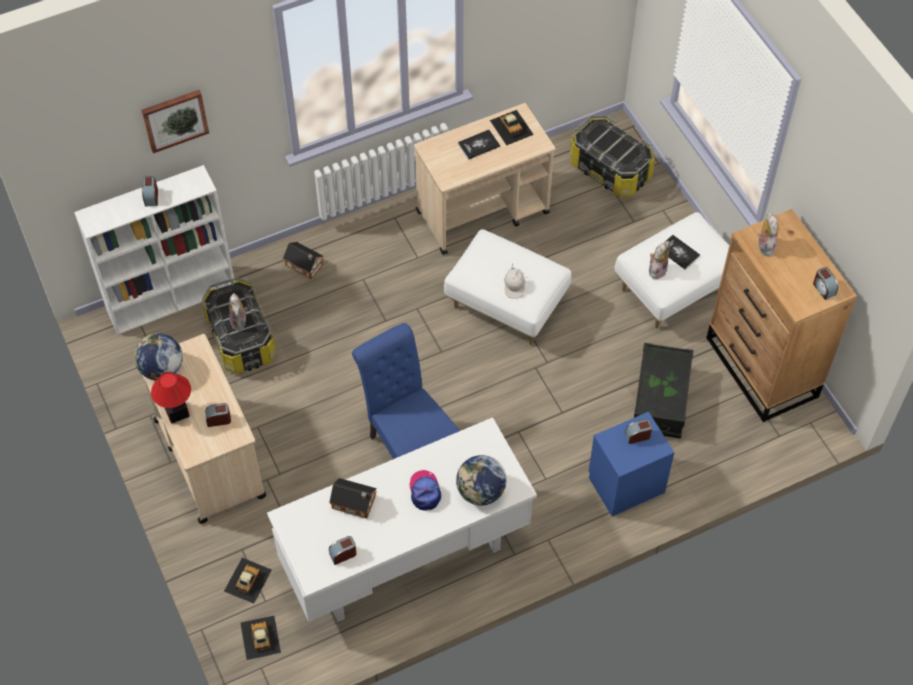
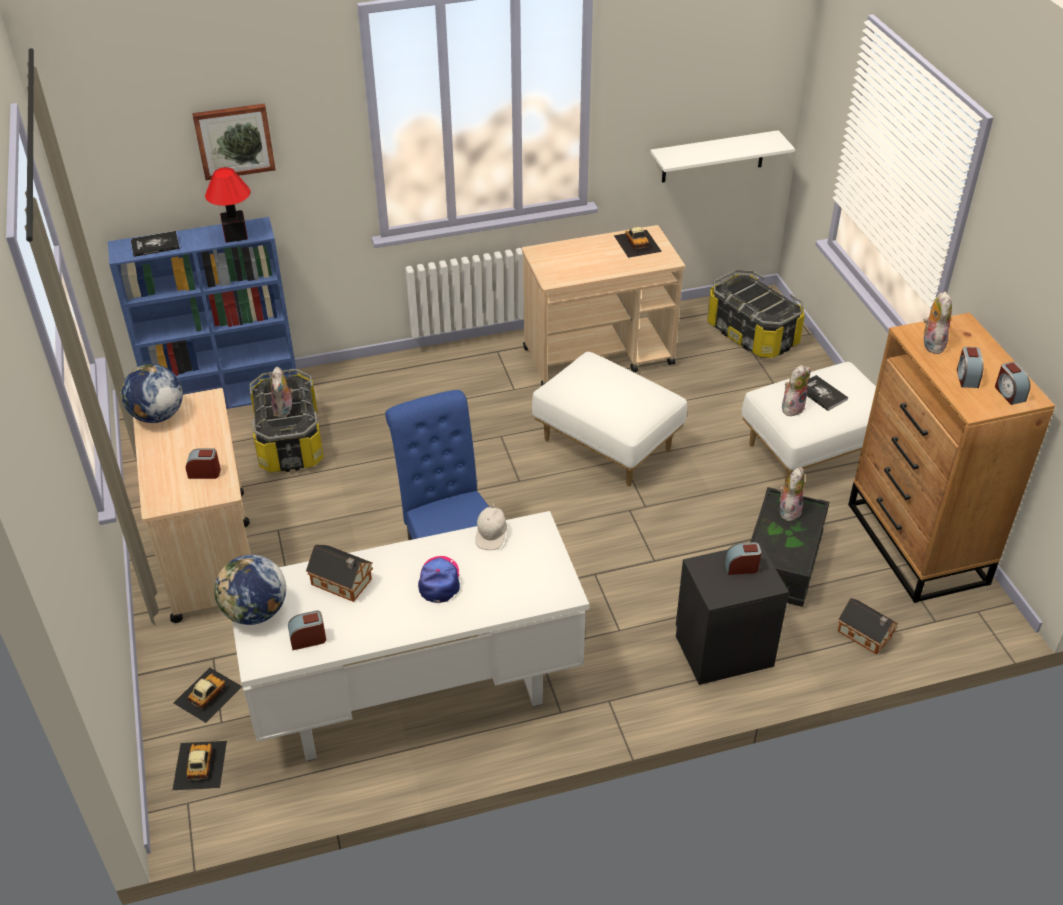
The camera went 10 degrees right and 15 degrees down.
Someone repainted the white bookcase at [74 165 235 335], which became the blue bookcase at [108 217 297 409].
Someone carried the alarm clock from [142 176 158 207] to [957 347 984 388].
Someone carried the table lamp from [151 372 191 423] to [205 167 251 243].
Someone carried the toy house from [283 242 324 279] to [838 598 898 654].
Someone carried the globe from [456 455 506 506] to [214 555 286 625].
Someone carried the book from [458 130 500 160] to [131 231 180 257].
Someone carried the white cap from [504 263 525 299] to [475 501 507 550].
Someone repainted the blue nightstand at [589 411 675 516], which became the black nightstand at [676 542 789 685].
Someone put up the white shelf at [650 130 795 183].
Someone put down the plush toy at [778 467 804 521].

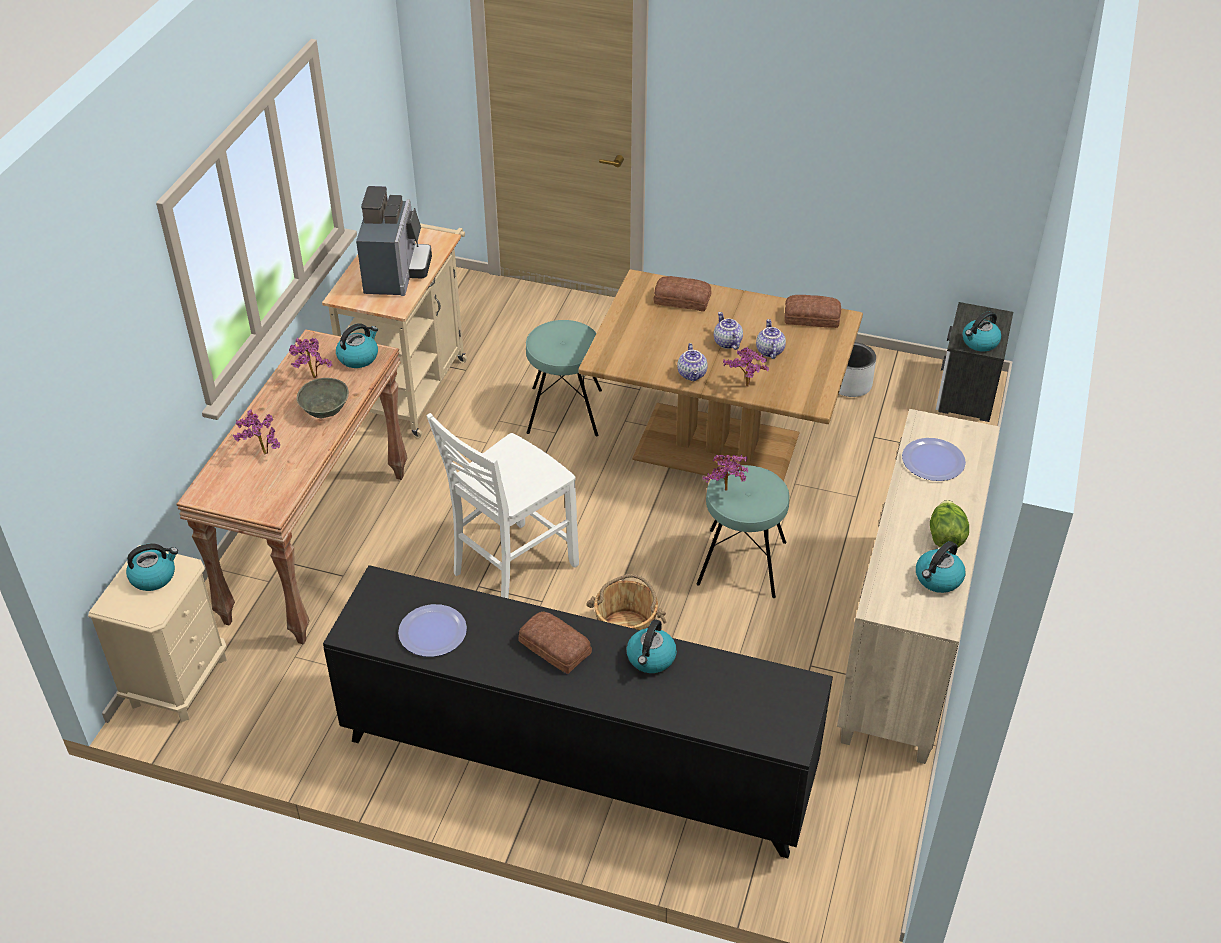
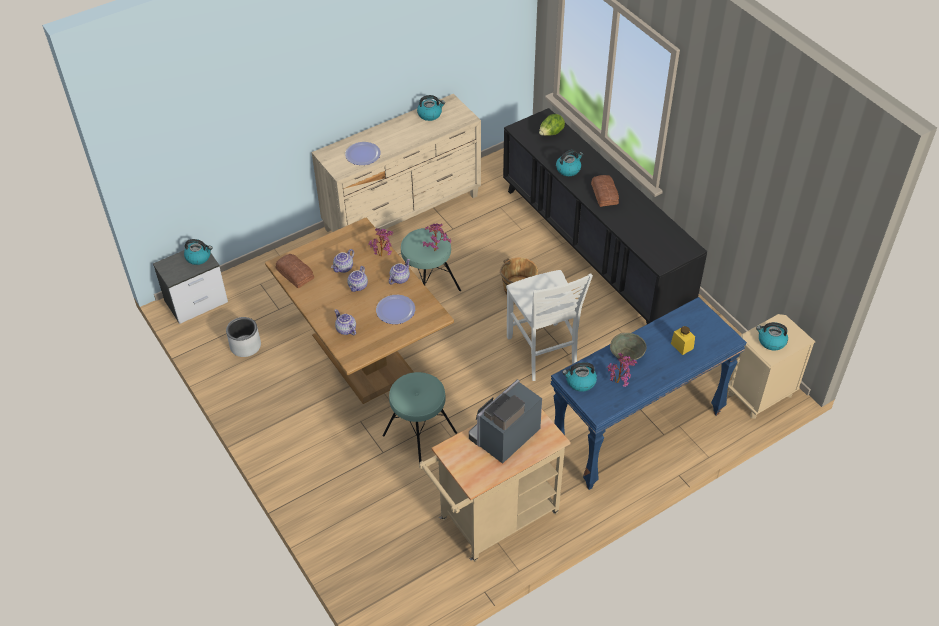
The camera went 140 degrees left and 5 degrees up.
Someone repainted the brown console table at [176 329 408 644], which became the blue console table at [550 297 747 490].
Someone swapped the potted plant at [233 409 280 455] for the yellow jar at [671 326 695 355].
Someone carried the plate from [398 604 467 657] to [376 295 415 324].
Someone rotated the white chair at [426 413 579 598] by 75 degrees clockwise.
Someone swapped the bread at [653 276 712 311] for the teapot at [335 309 356 335].
Someone carried the lettuce from [930 500 969 550] to [539 114 565 136].

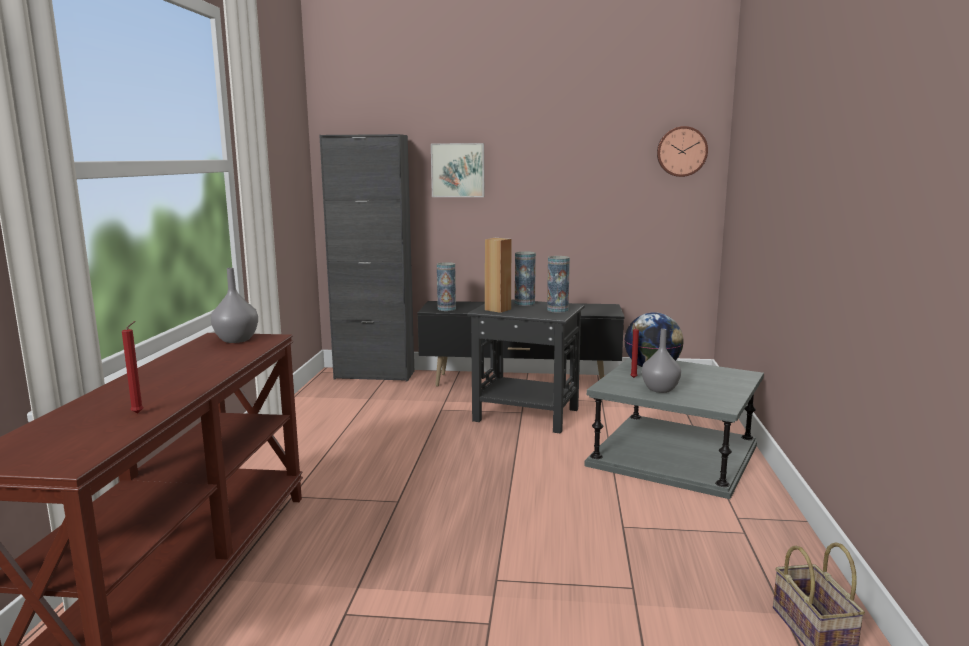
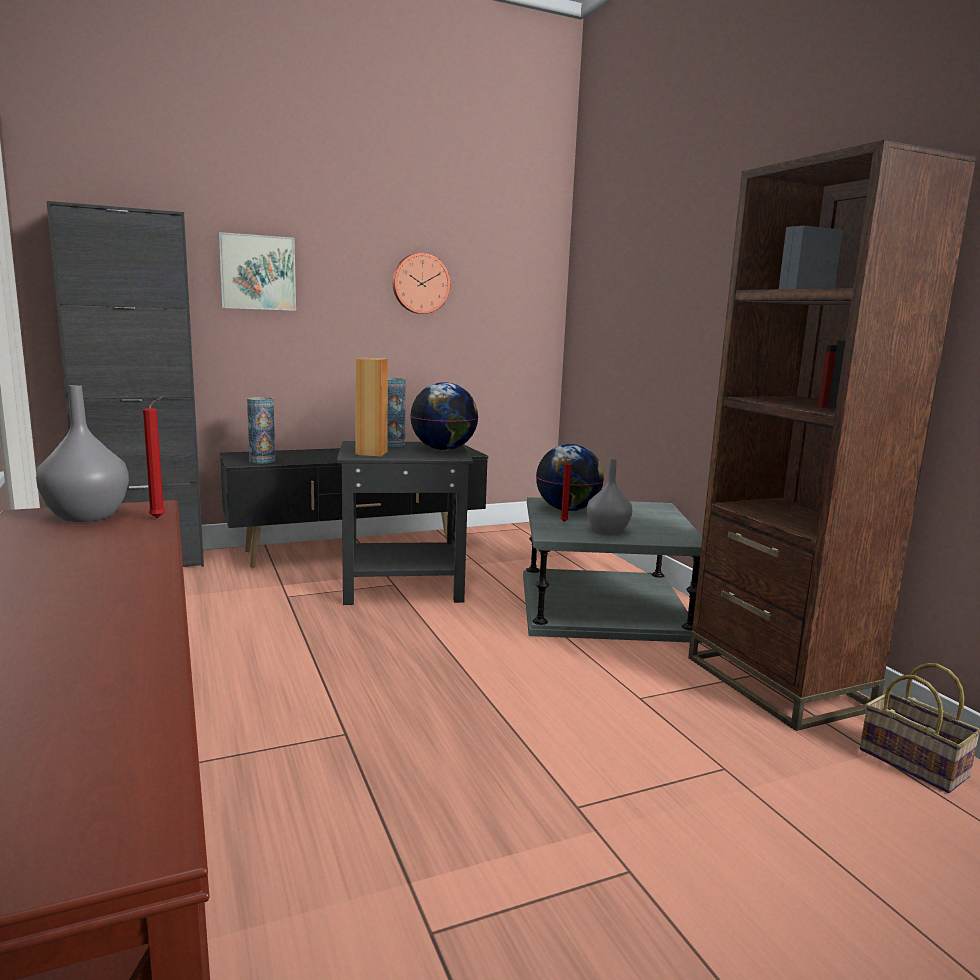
The camera went 30 degrees left and 0 degrees up.
Someone carried the red candle from [122 321 143 414] to [143 396 165 519].
Someone swapped the vase at [547 256 570 313] for the globe at [410 382 478 450].
Someone carried the wall clock from [657 126 708 177] to [392 253 450 314].
Someone put down the brown bookcase at [688 140 977 731].

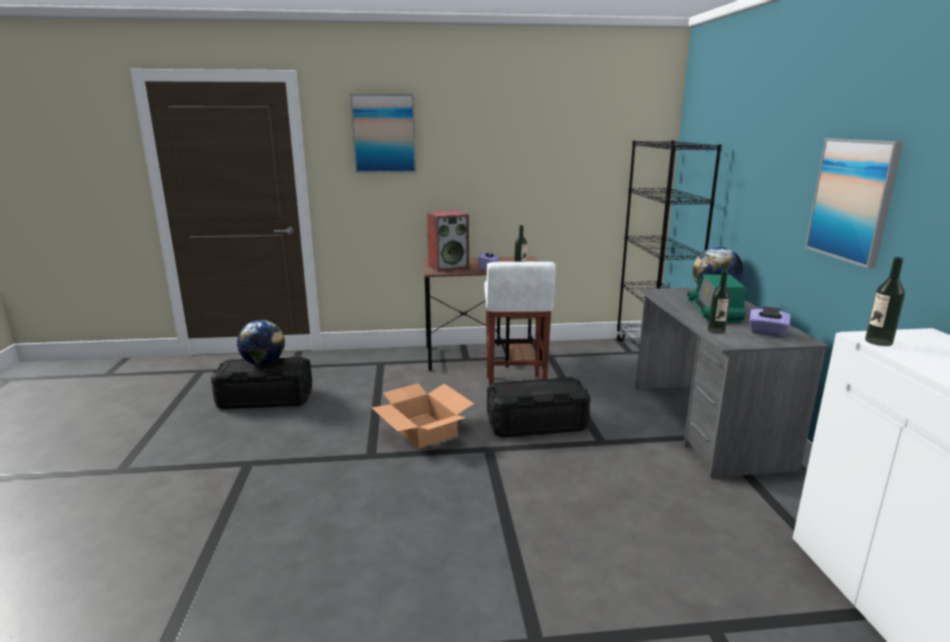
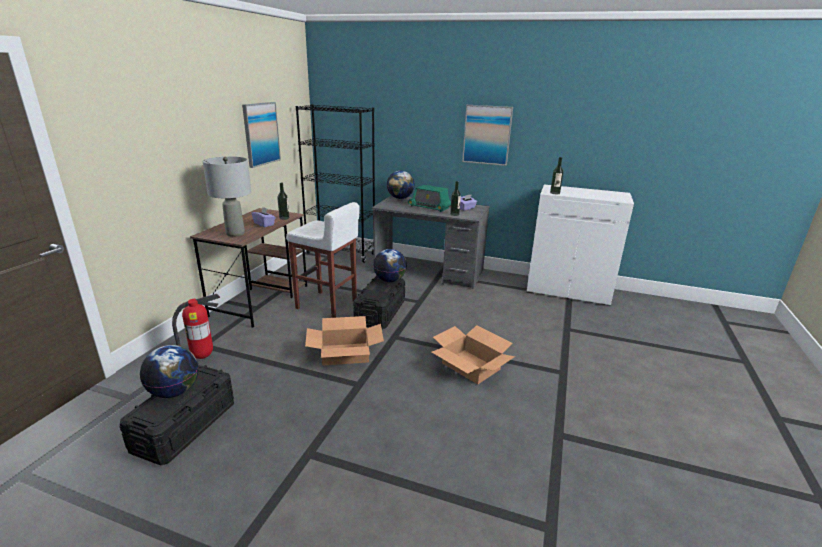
The camera went 65 degrees left and 5 degrees up.
Someone carried the picture from [350 94 416 173] to [242 102 281 168].
Someone swapped the speaker at [427 211 469 272] for the grey table lamp at [202 157 251 237].
Someone put down the fire extinguisher at [172 294 220 359].
Someone put down the globe at [373 249 407 282].
Someone put down the cardboard box at [432 325 515 384].

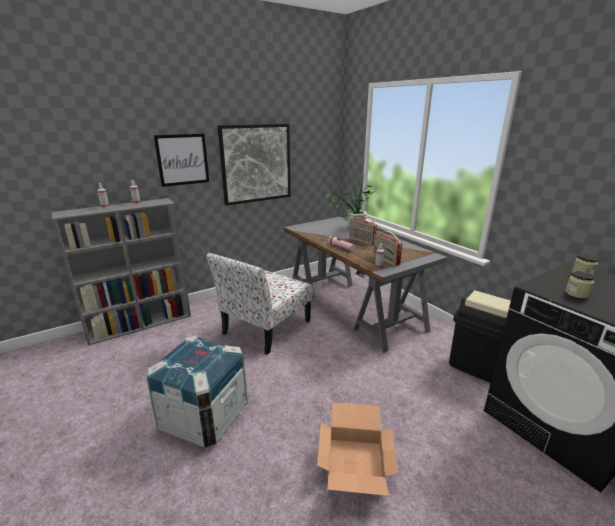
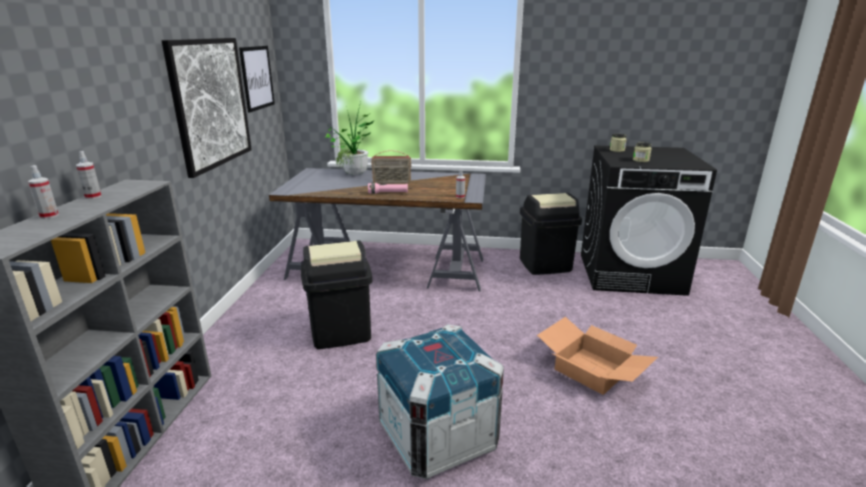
The camera went 50 degrees left and 0 degrees up.
Someone carried the picture from [154 134 209 187] to [239 46 275 113].
Someone swapped the chair at [206 253 313 355] for the black trash can at [301 240 372 349].
Someone took away the radio at [373 231 402 266].

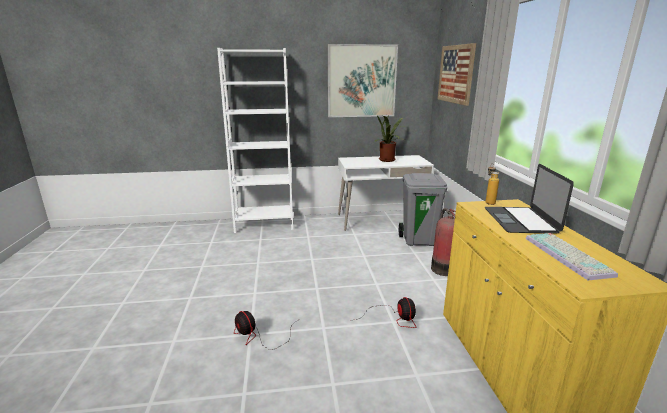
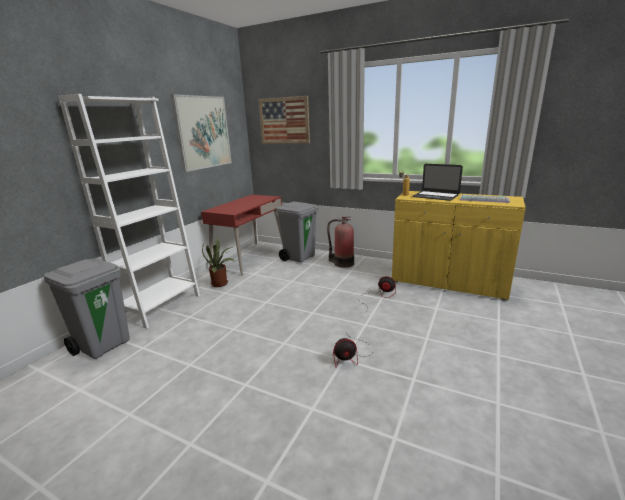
The camera went 55 degrees left and 0 degrees up.
Someone repainted the white desk at [338 155 434 231], which became the red desk at [201 195 282 276].
Someone carried the potted plant from [374 115 404 162] to [202 238 234 287].
Someone put down the grey trash can at [44 258 130 359].

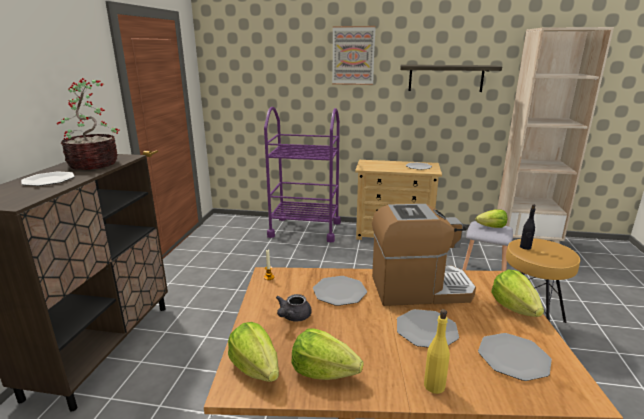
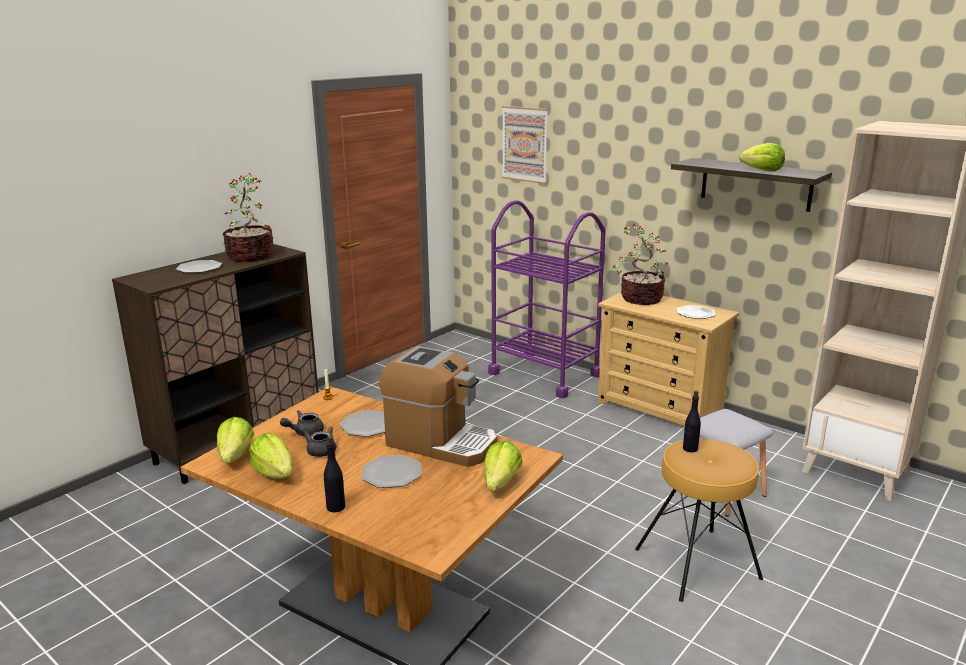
The camera went 30 degrees right and 0 degrees up.
Someone carried the picture from [332 26 376 85] to [502 106 548 184].
Someone repainted the yellow bottle at [424 309 450 394], which became the black bottle at [324 436 345 512].
Someone carried the lettuce from [476 209 507 228] to [739 143 785 172].
Someone took away the plate at [478 333 552 381].
Someone put down the grey teapot at [297 424 336 457].
Someone put down the potted plant at [612 224 668 305].

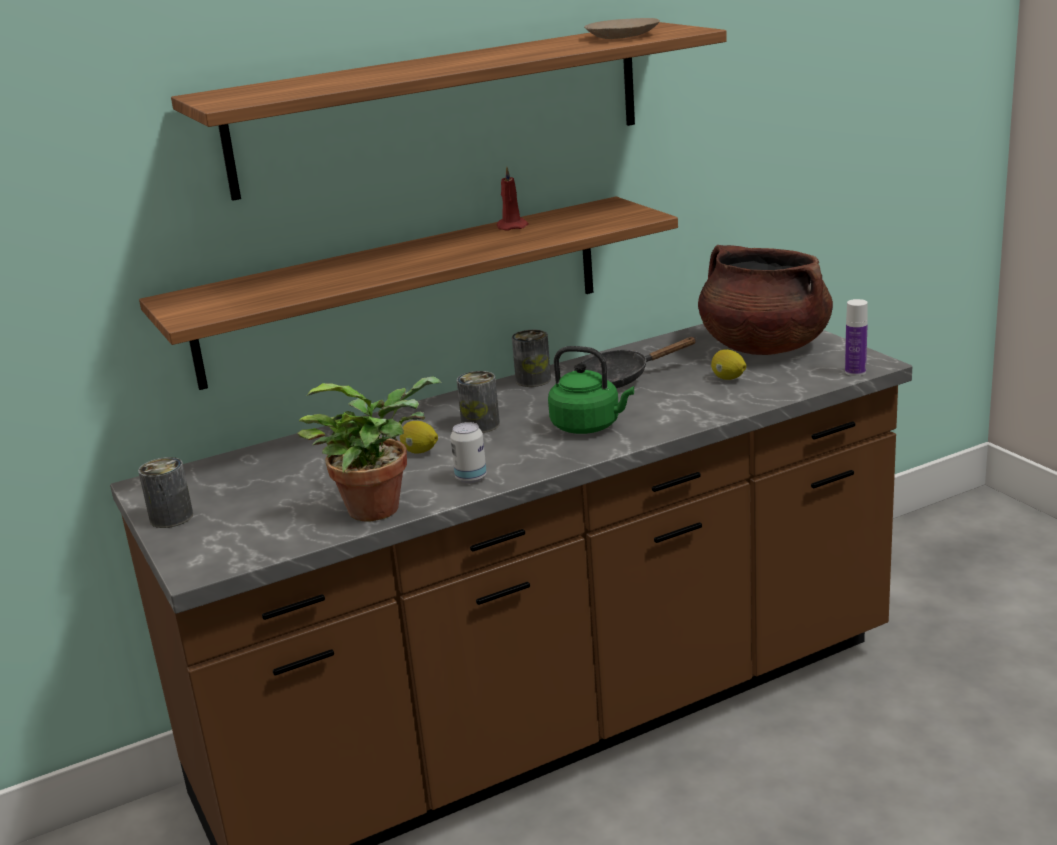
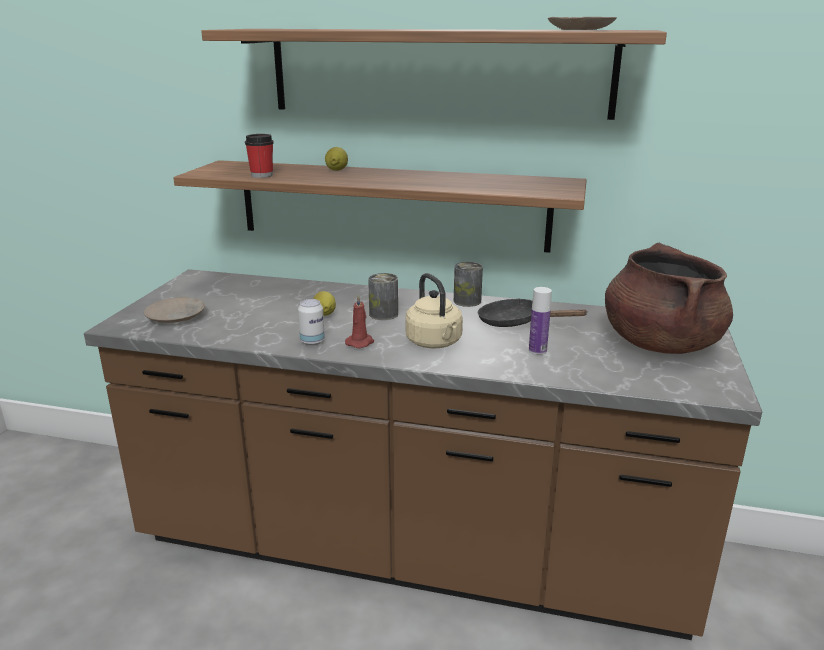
The camera went 40 degrees right and 0 degrees up.
Someone took away the can at [138 457 193 528].
Someone took away the potted plant at [297 376 442 521].
Someone carried the red candle from [497 167 528 230] to [345 294 374 348].
Someone repainted the green kettle at [548 346 634 434], which became the beige kettle at [405 273 463 348].
Someone carried the lemon from [711 350 746 380] to [325 147 348 171].
Someone carried the bottle from [845 299 868 376] to [529 287 552 355].
Someone put down the beige plate at [144 297 205 323].
Someone put down the cup at [245 134 274 178].

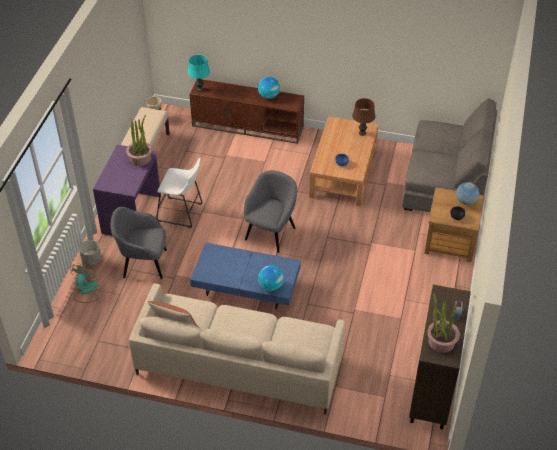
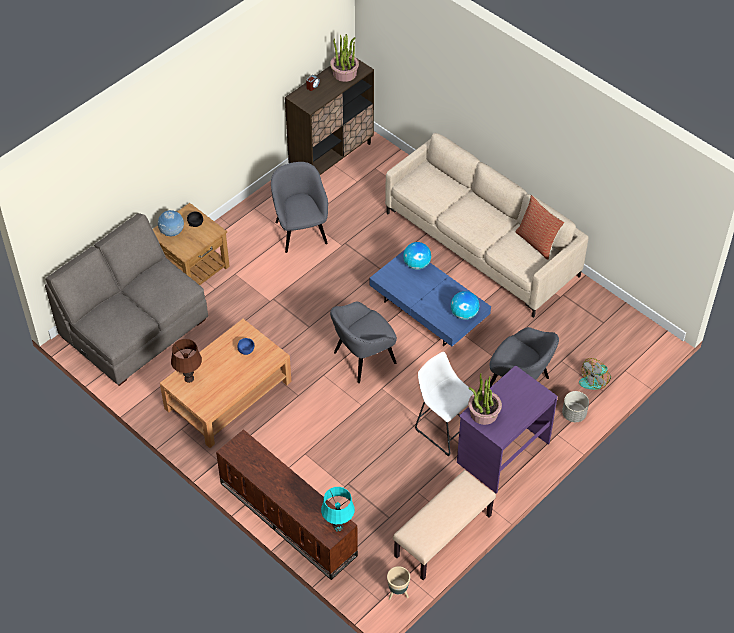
The camera went 150 degrees left and 5 degrees up.
Someone carried the globe from [258 77 280 99] to [451 291 479 320].
Someone put down the grey armchair at [271 162 328 253].

